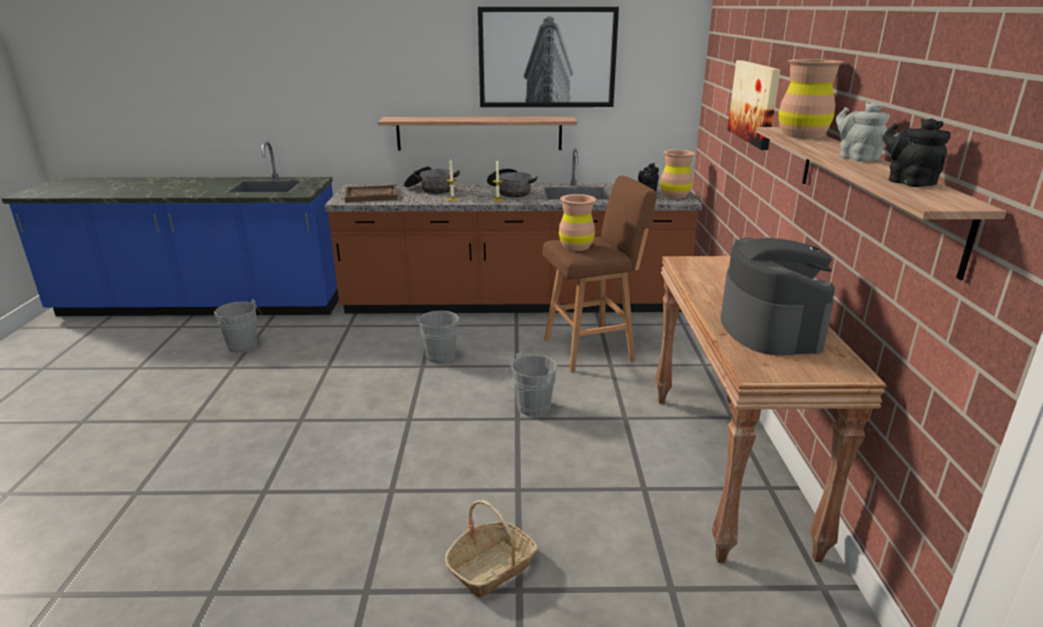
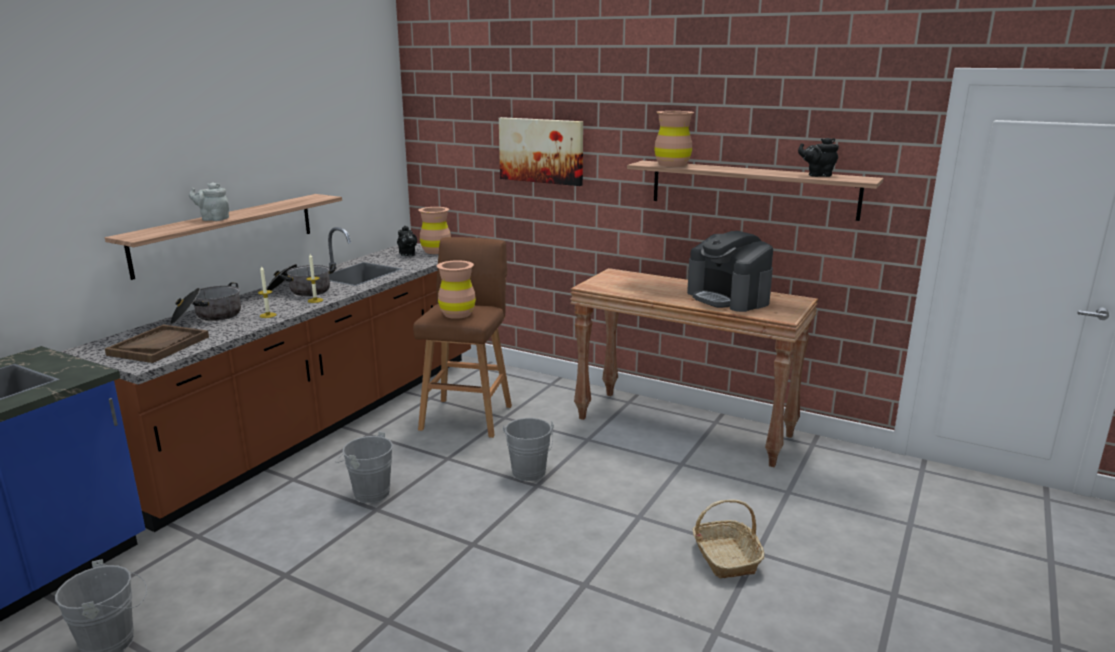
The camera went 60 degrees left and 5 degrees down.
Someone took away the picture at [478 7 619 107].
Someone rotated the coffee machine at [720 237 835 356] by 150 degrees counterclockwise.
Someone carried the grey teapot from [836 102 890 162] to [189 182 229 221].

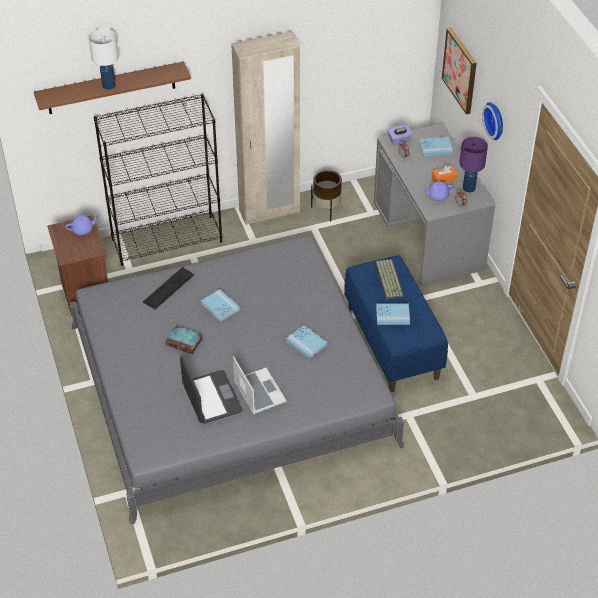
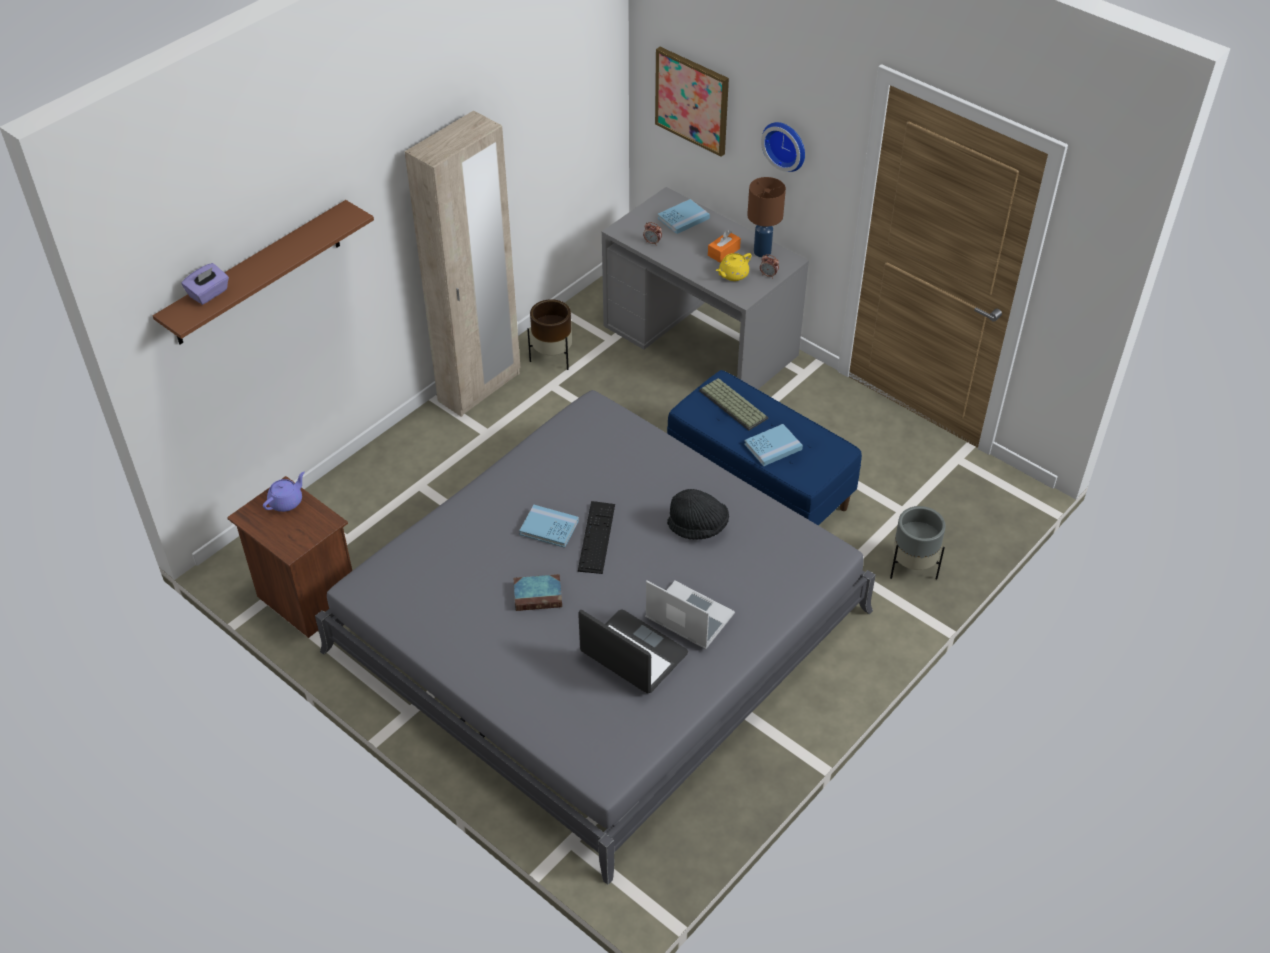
The camera went 30 degrees left and 0 degrees up.
Someone took away the white table lamp at [89 28 119 90].
Someone took away the black bookcase at [94 94 222 266].
Someone carried the keyboard from [143 267 194 309] to [578 501 615 574].
Someone swapped the blue book at [286 325 328 359] for the black hat at [667 489 729 540].
Someone carried the purple tissue box from [387 124 413 145] to [181 263 229 305].
Someone repainted the purple teapot at [421 181 455 201], which became the yellow teapot at [716 253 752 281].
Someone repainted the purple table lamp at [459 137 488 193], which became the brown table lamp at [747 177 786 257].
Someone put down the grey planter at [890 506 946 580].

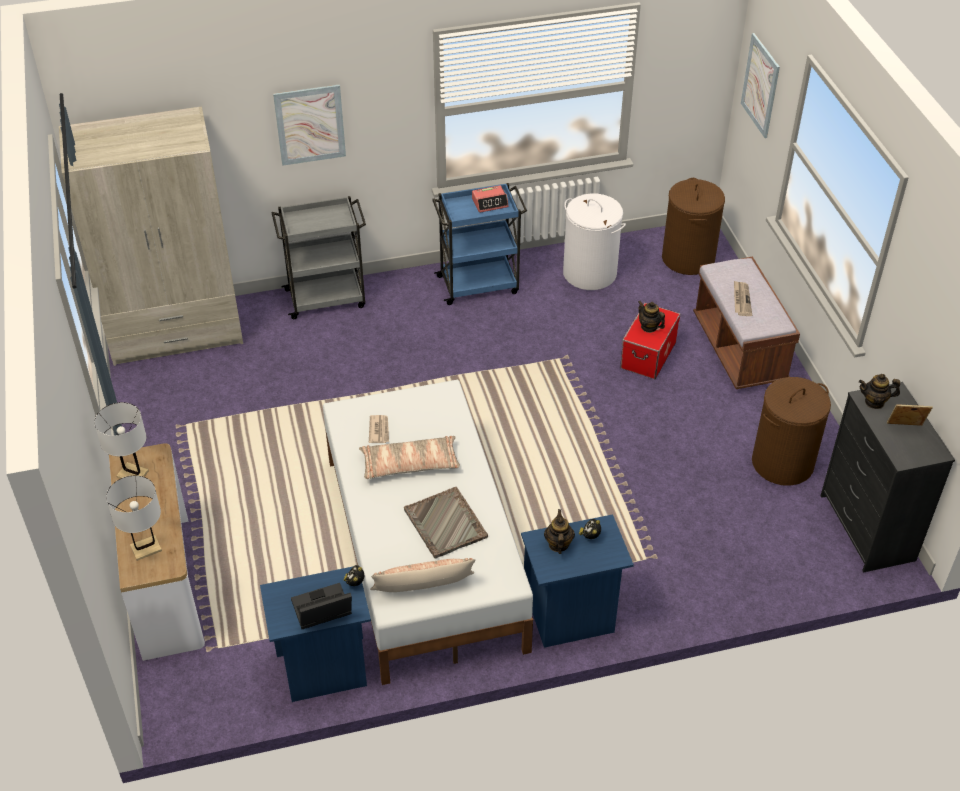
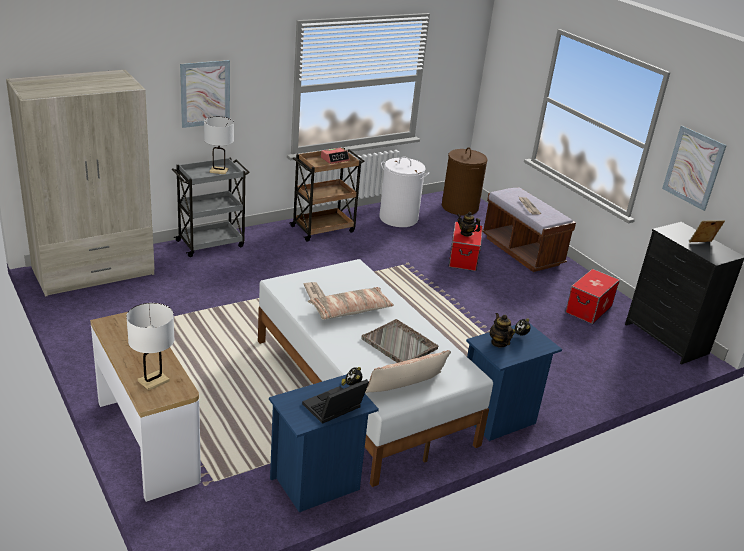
The camera went 20 degrees left and 15 degrees down.
Someone carried the white table lamp from [94 402 149 479] to [204 117 234 174].
Someone repainted the blue cart at [432 183 527 305], which became the brown cart at [289 147 365 241].
Someone carried the picture from [741 33 780 138] to [662 126 727 211].
Someone swapped the brown laundry basket at [752 377 831 486] for the storage box at [565 269 620 324].
Someone took away the teapot at [859 374 900 409].

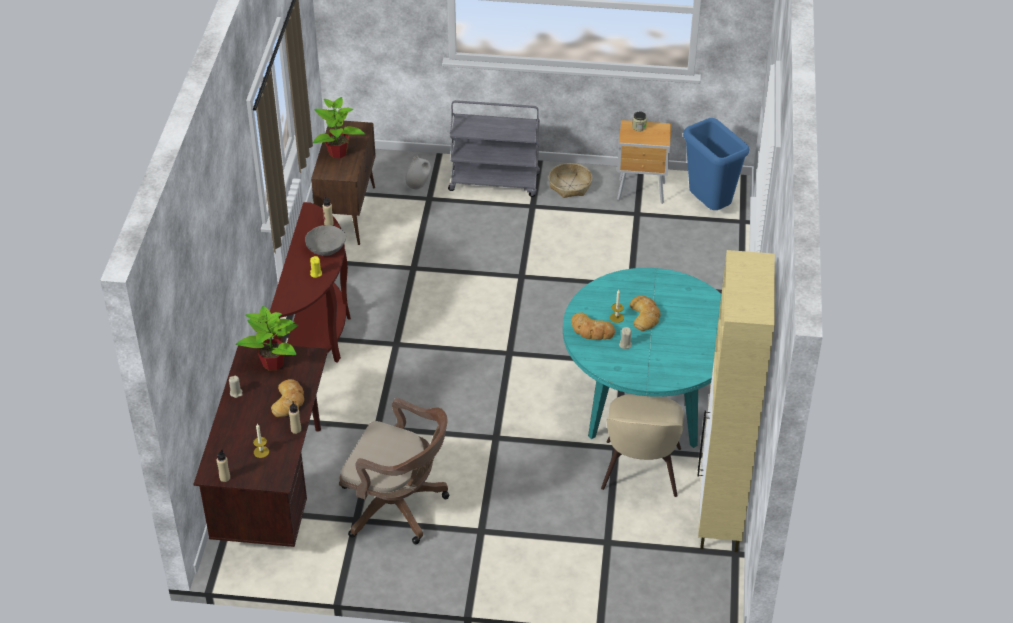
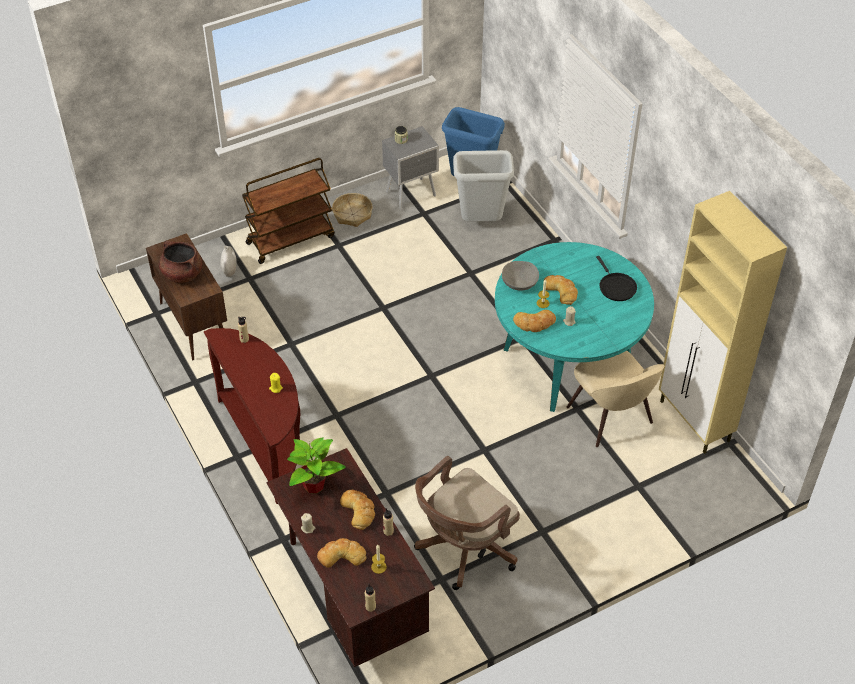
The camera went 35 degrees left and 5 degrees up.
Someone carried the grey bowl from [305 225 346 256] to [502 261 539 291].
Someone swapped the potted plant at [313 97 365 158] for the brown cooking pot at [159 241 203 283].
Someone rotated the brown office chair at [339 398 449 544] by 150 degrees clockwise.
Someone repainted the grey cart at [448 100 540 197], which became the brown cart at [242 158 335 264].
Someone repainted the brown nightstand at [617 120 672 204], which became the grey nightstand at [382 126 439 209].
Someone put down the bread at [317 538 366 568].
Someone put down the grey trash can at [453 150 514 222].
Someone put down the black frying pan at [596 256 637 301].

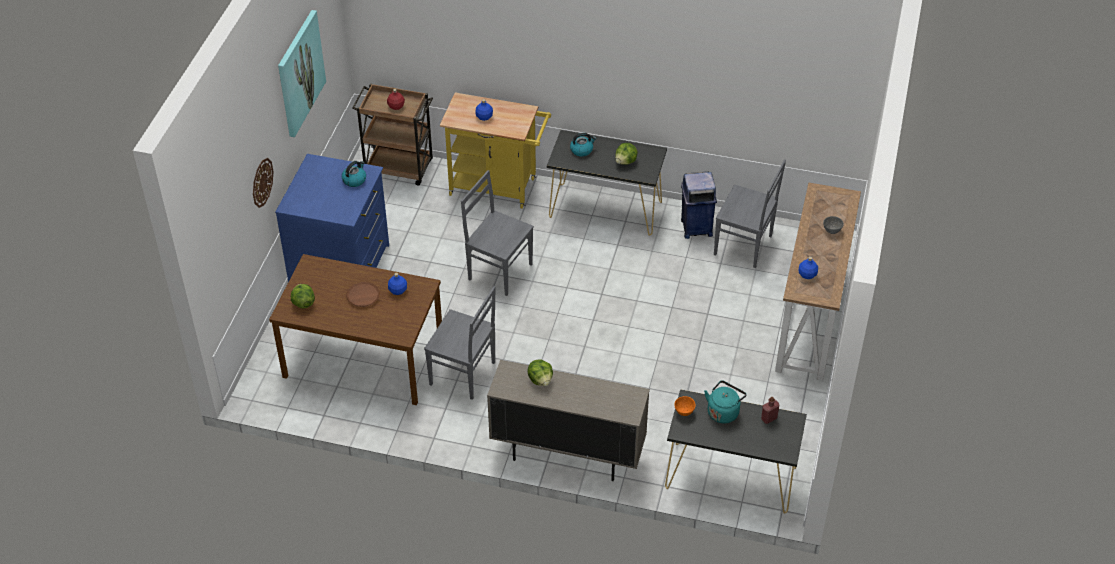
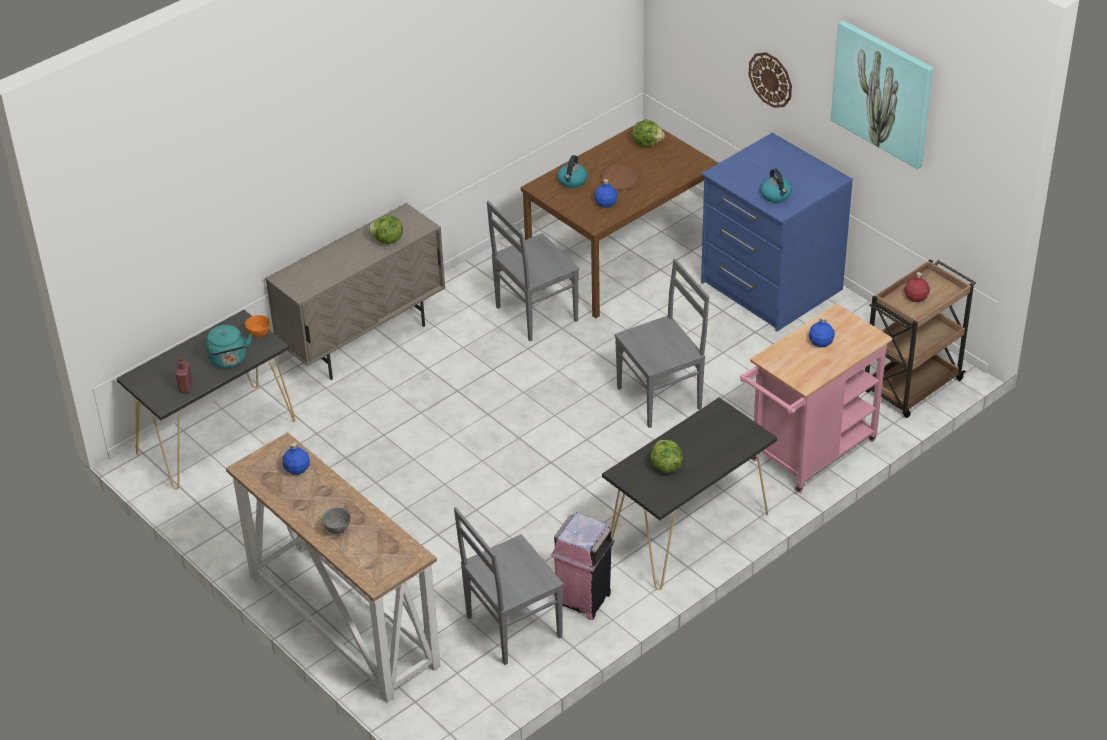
The camera went 125 degrees right and 5 degrees down.
Someone repainted the yellow cart at [440 93 551 209], which became the pink cart at [740 303 892 493].
Someone carried the kettle from [570 133 596 157] to [558 155 588 188].
Someone repainted the blue trash can at [681 171 717 239], which became the pink trash can at [551 512 614 620].

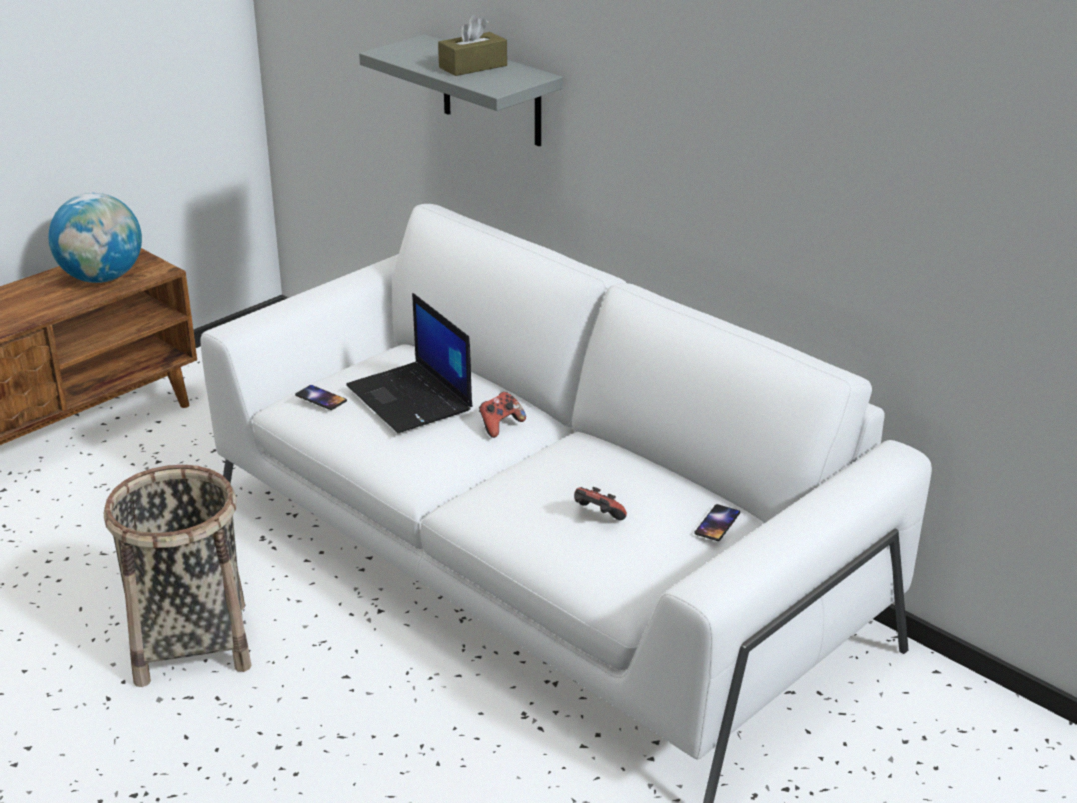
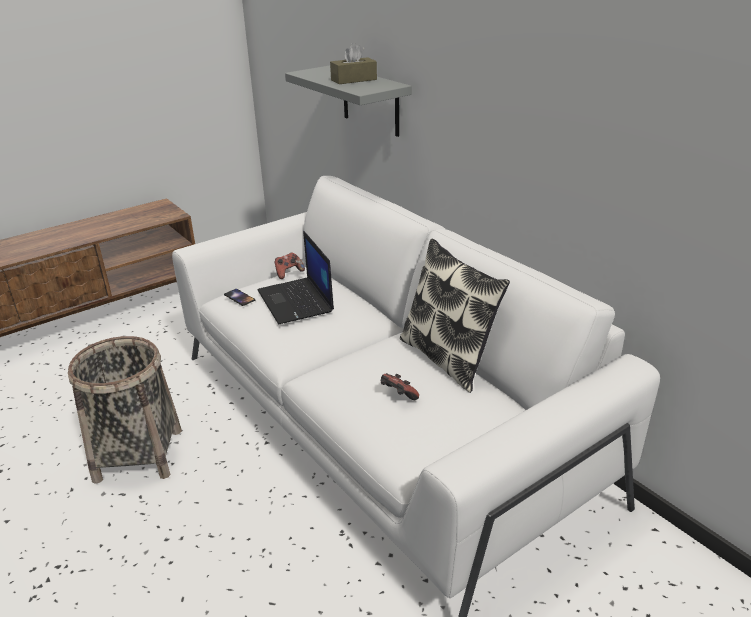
The camera went 10 degrees right and 0 degrees up.
Someone took away the globe at [48 193 142 283].
Someone carried the game controller from [479 392 526 438] to [274 253 305 279].
Someone took away the phone at [694 504 740 541].
Someone put down the pillow at [400 238 510 393].

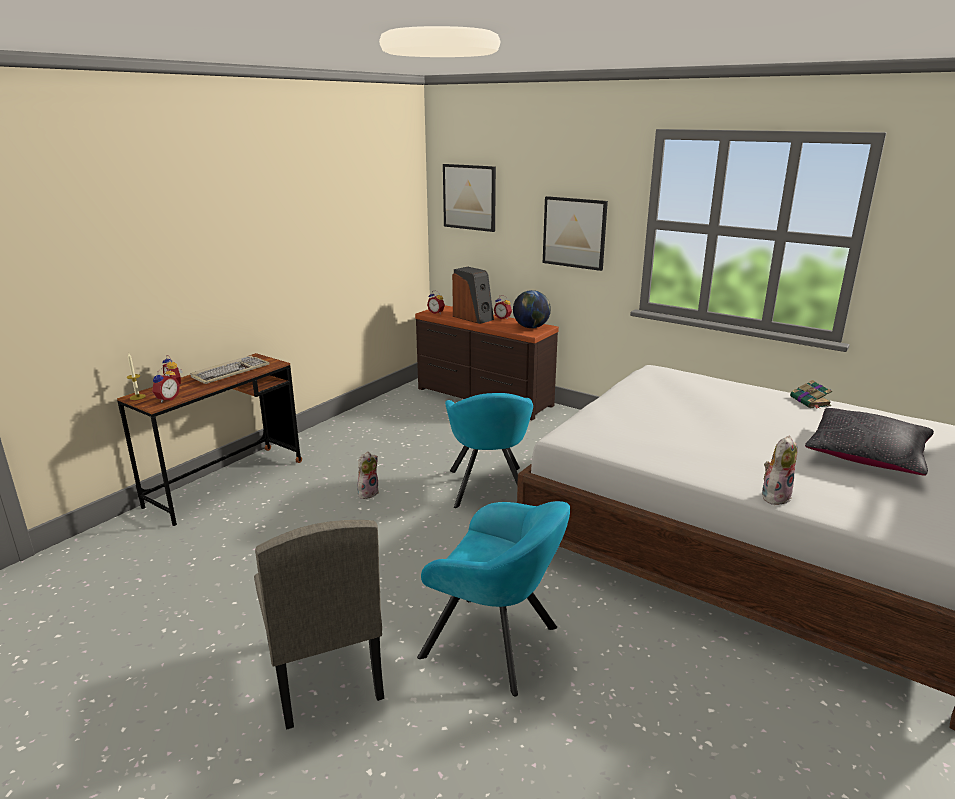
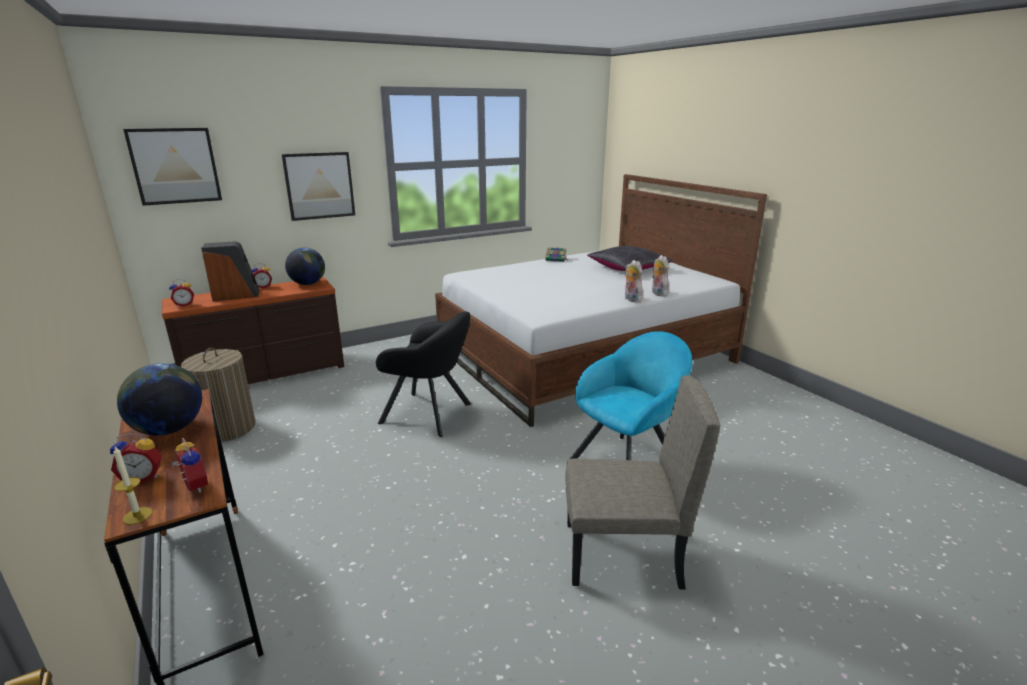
The camera went 65 degrees left and 0 degrees up.
Someone swapped the keyboard at [190 355 270 384] for the globe at [117 363 202 436].
Someone carried the plush toy from [357 452 379 499] to [625 260 643 303].
Someone repainted the turquoise armchair at [445 393 533 508], which became the black armchair at [376 312 471 437].
Someone put down the laundry basket at [181 348 255 442].

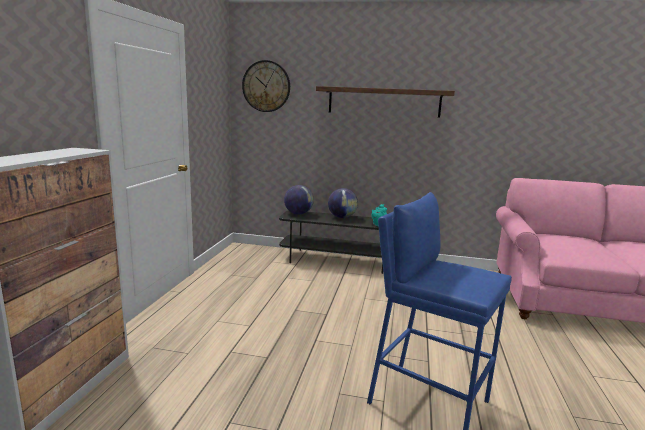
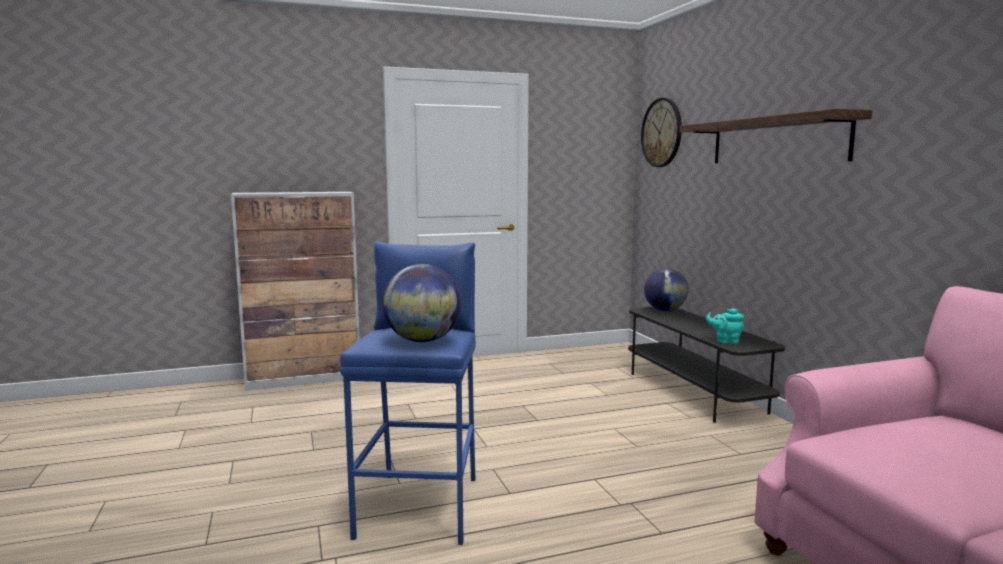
The camera went 60 degrees right and 5 degrees down.
Someone carried the globe from [328 188 358 218] to [382 264 461 342].

